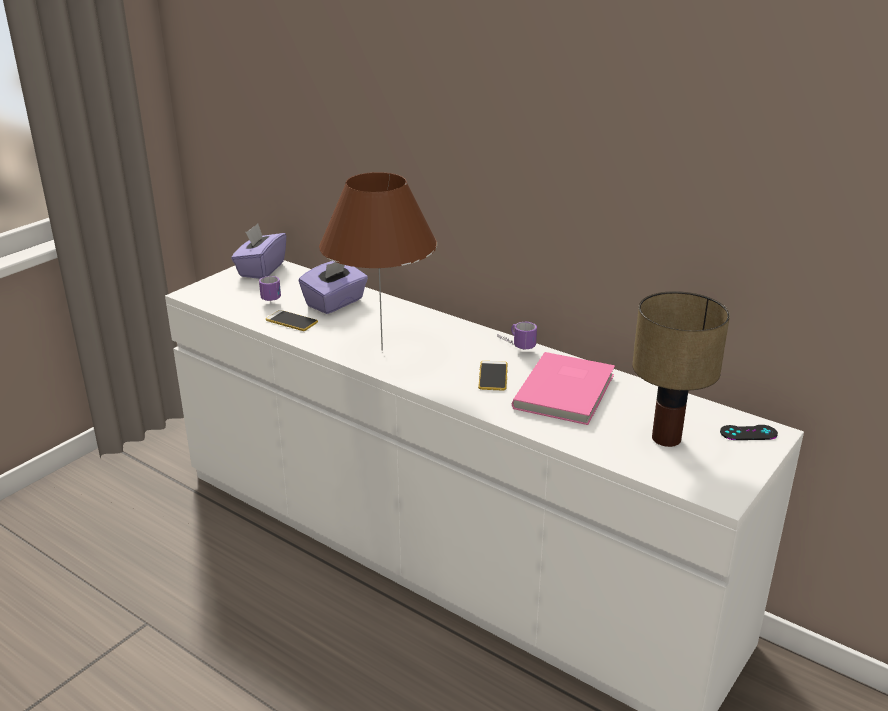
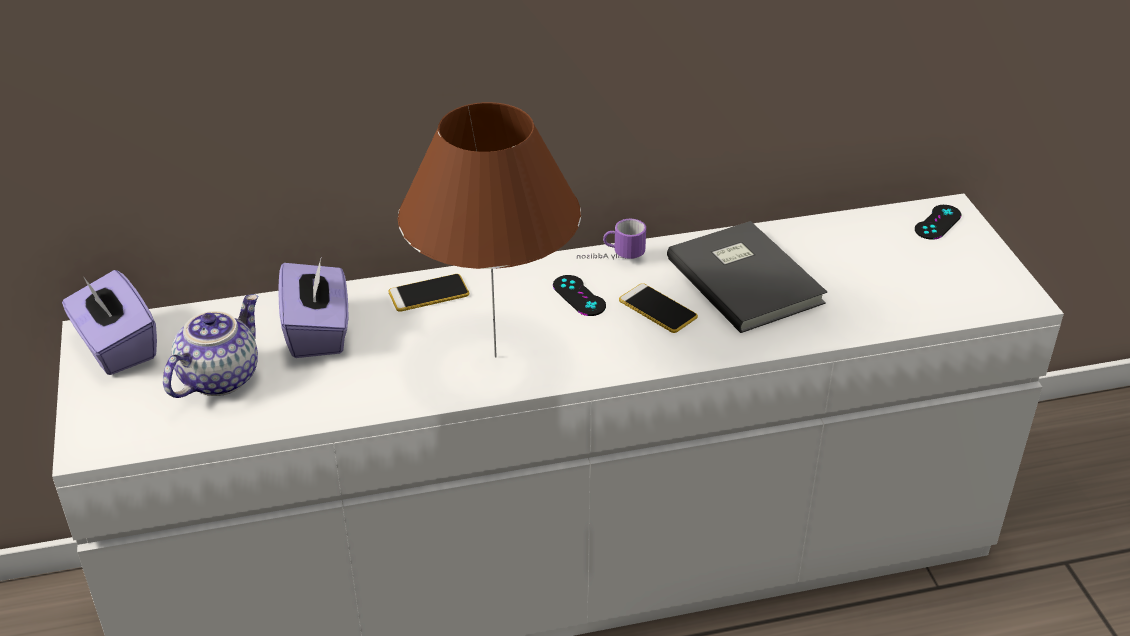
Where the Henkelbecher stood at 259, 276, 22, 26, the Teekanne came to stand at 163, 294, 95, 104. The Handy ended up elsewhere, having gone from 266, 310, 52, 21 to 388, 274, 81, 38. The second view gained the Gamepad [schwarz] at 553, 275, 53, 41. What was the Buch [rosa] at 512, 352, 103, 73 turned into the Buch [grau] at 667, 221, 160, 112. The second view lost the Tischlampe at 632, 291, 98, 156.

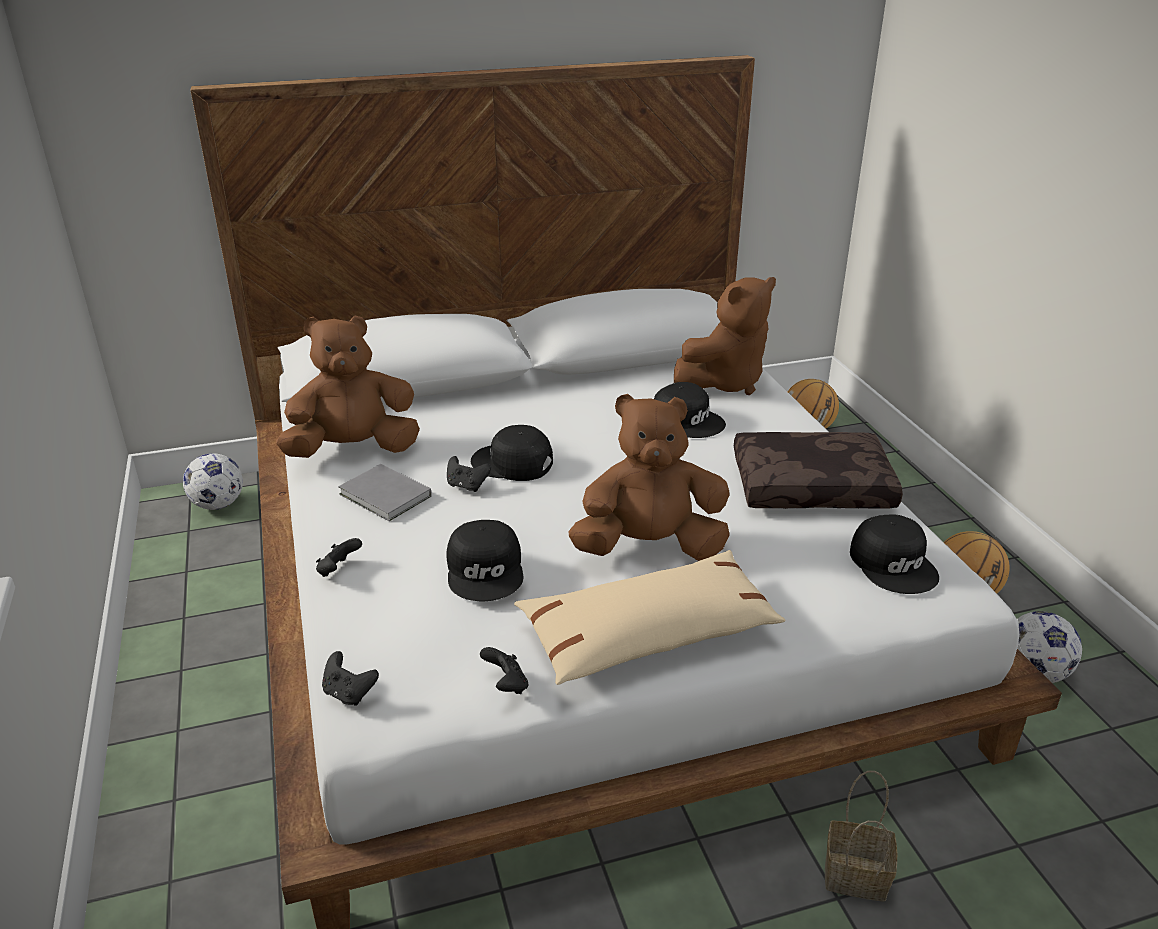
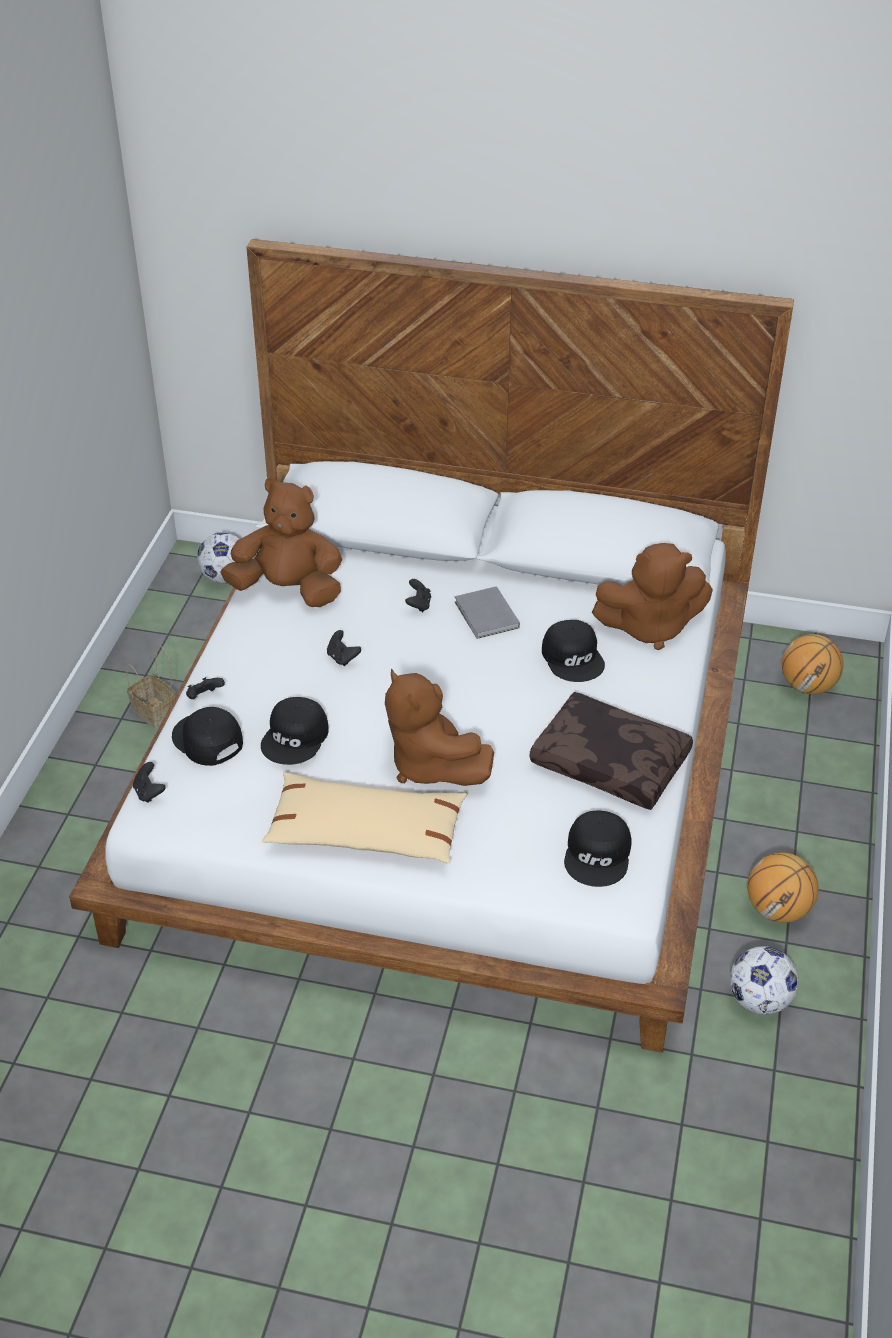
The Korb ended up elsewhere, having gone from 825, 771, 72, 130 to 126, 645, 50, 83. The Kappe [schwarz] ended up elsewhere, having gone from 471, 425, 82, 56 to 172, 707, 71, 59. The Plüschtier [braun] at 569, 394, 161, 167 ended up facing another way, 150 degrees counterclockwise from before. The Gamepad [schwarz] ended up elsewhere, having gone from 480, 647, 48, 47 to 405, 579, 26, 33. The Buch [grau] ended up elsewhere, having gone from 338, 464, 94, 57 to 455, 586, 65, 53.

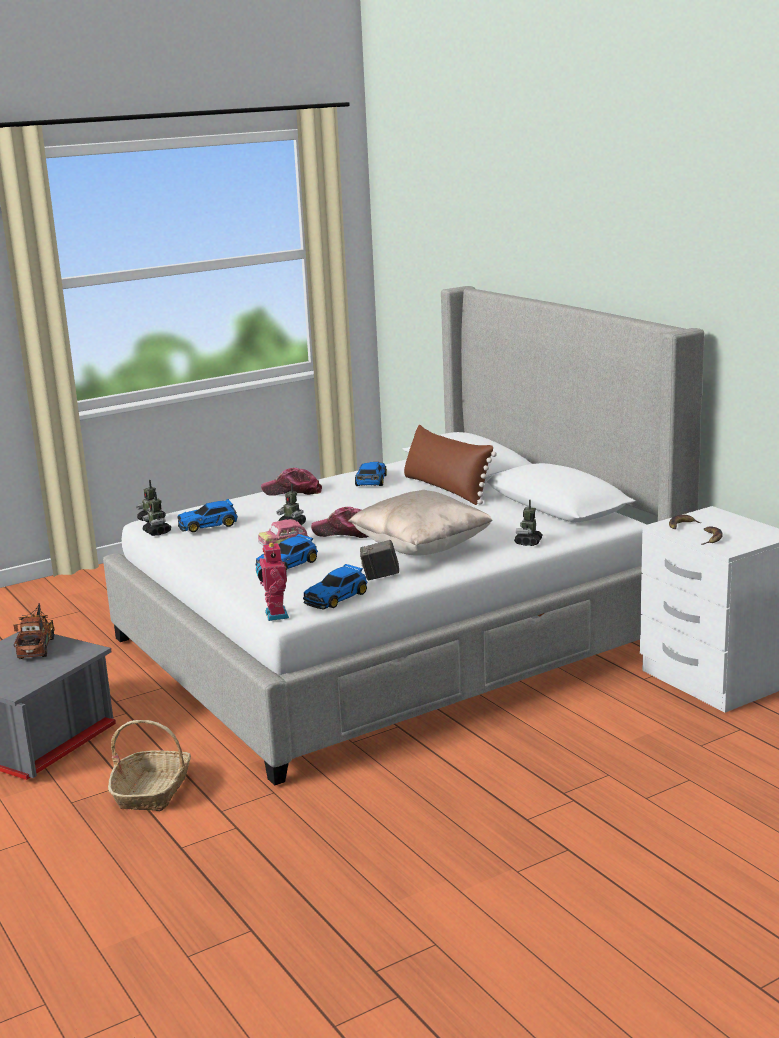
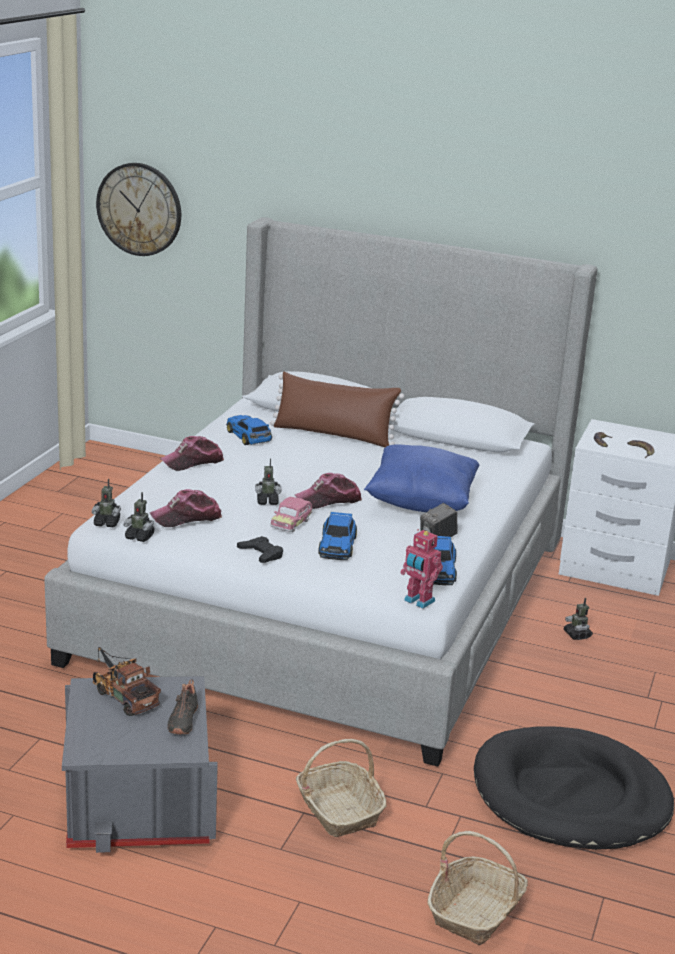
The second view gained the Wanduhr at 96, 163, 85, 93. Where the Spielzeugauto stood at 177, 499, 61, 33, the Kappe came to stand at 150, 489, 72, 38. The second view gained the Schuh [schwarz] at 168, 680, 30, 54. The second view gained the Gamepad [schwarz] at 237, 536, 46, 27. What was the Kissen [beige] at 348, 490, 145, 66 turned into the Kissen [blau] at 364, 444, 115, 68. The second view gained the Korb at 428, 831, 100, 114. The second view gained the Hundebett [schwarz] at 474, 726, 200, 124. The Spielzeugroboter ended up elsewhere, having gone from 514, 500, 29, 46 to 564, 598, 29, 42.

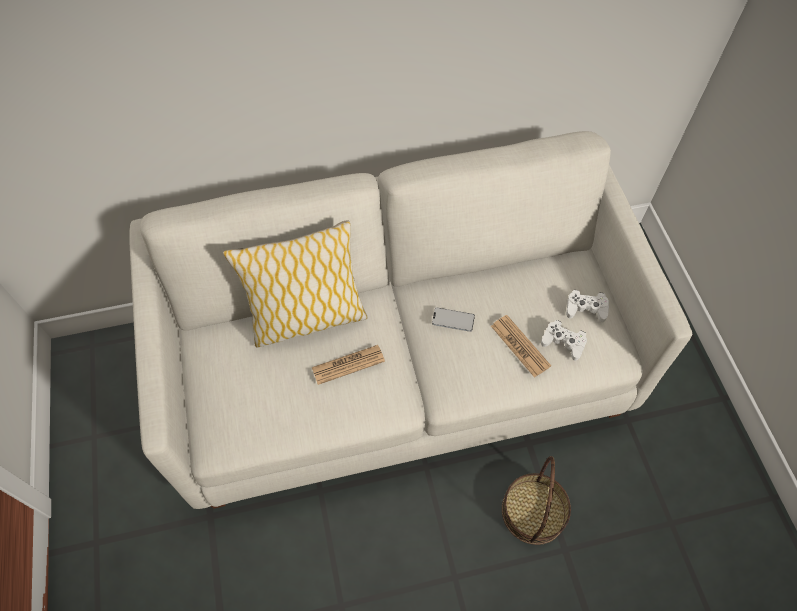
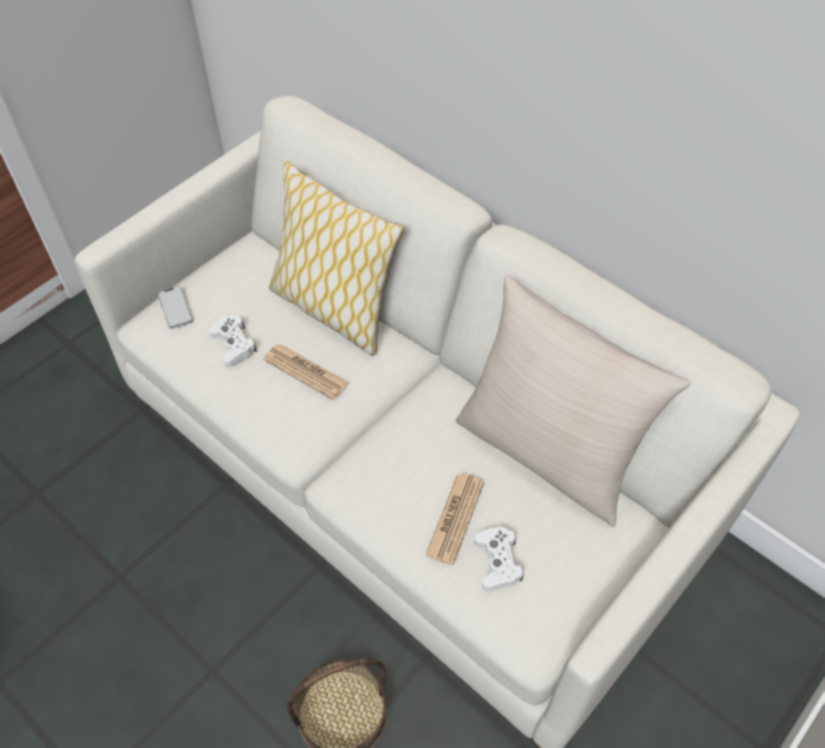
The Handy ended up elsewhere, having gone from 432, 307, 43, 25 to 158, 286, 35, 43. The Gamepad [weiß] ended up elsewhere, having gone from 566, 290, 43, 32 to 209, 315, 48, 52. The second view gained the Kissen [beige] at 456, 275, 235, 252.

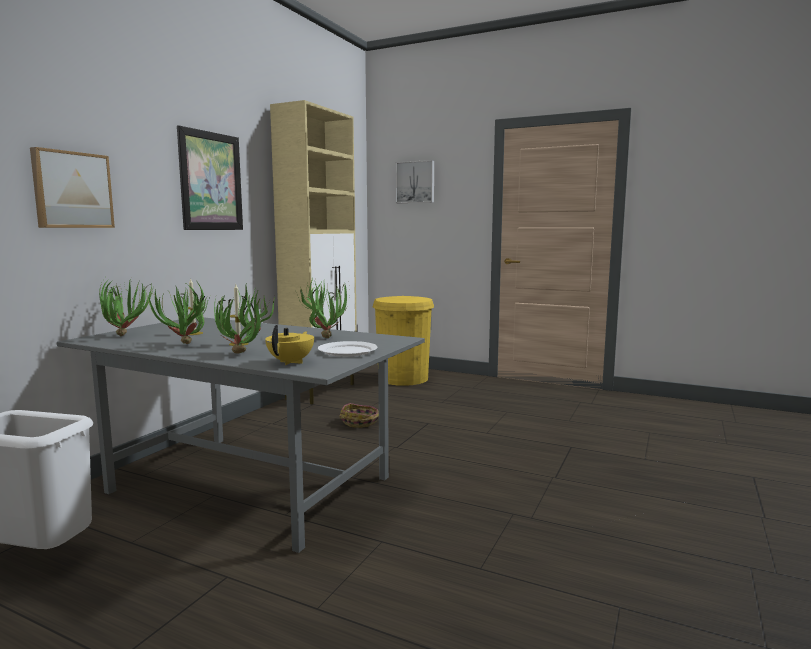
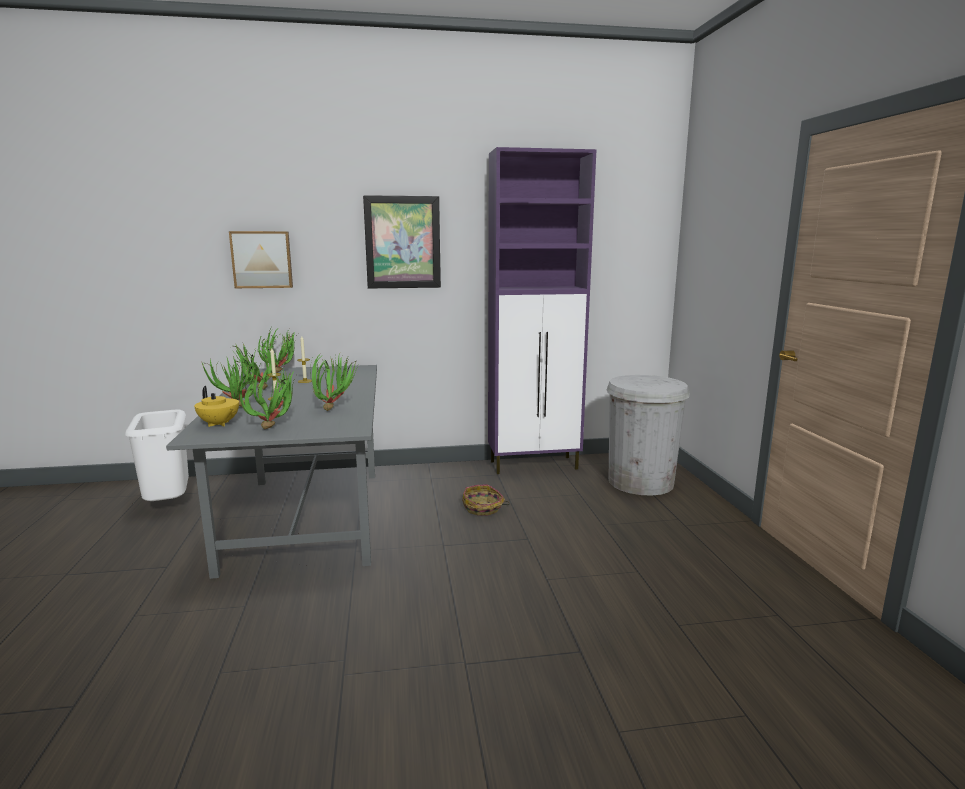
The Teekanne [gelb] at 265, 325, 49, 40 ended up facing another way, 60 degrees clockwise from before. Where the Teller [weiß] stood at 318, 341, 59, 16, the Topfpflanze came to stand at 240, 364, 56, 65. What was the Schrank [beige] at 270, 100, 87, 304 turned into the Schrank [lila] at 488, 147, 109, 327. What was the Mülleimer [gelb] at 373, 296, 61, 90 turned into the Mülleimer [weiß] at 606, 375, 84, 121. The second view lost the Bild at 396, 160, 38, 43.

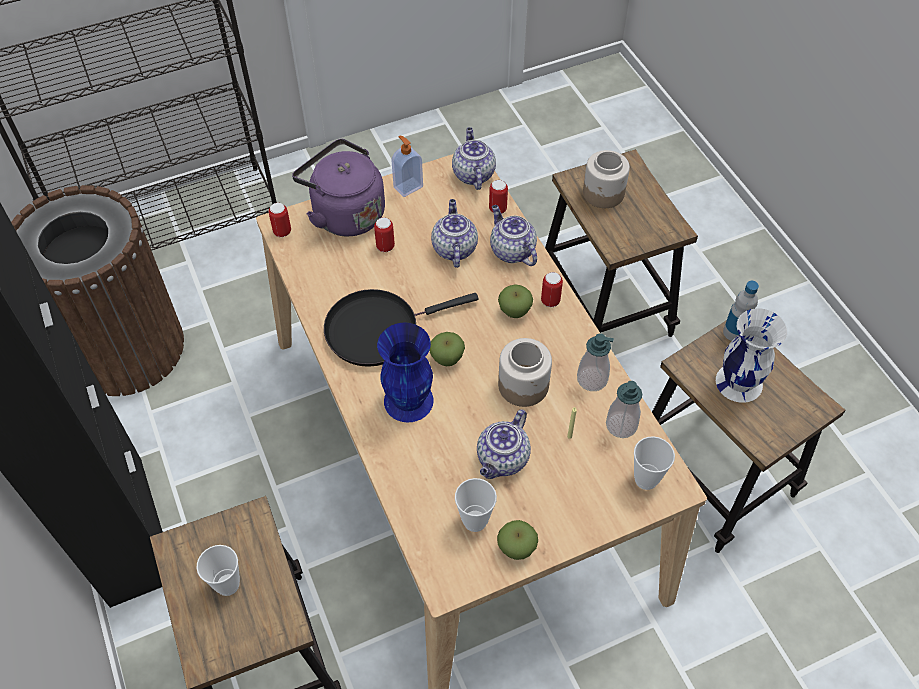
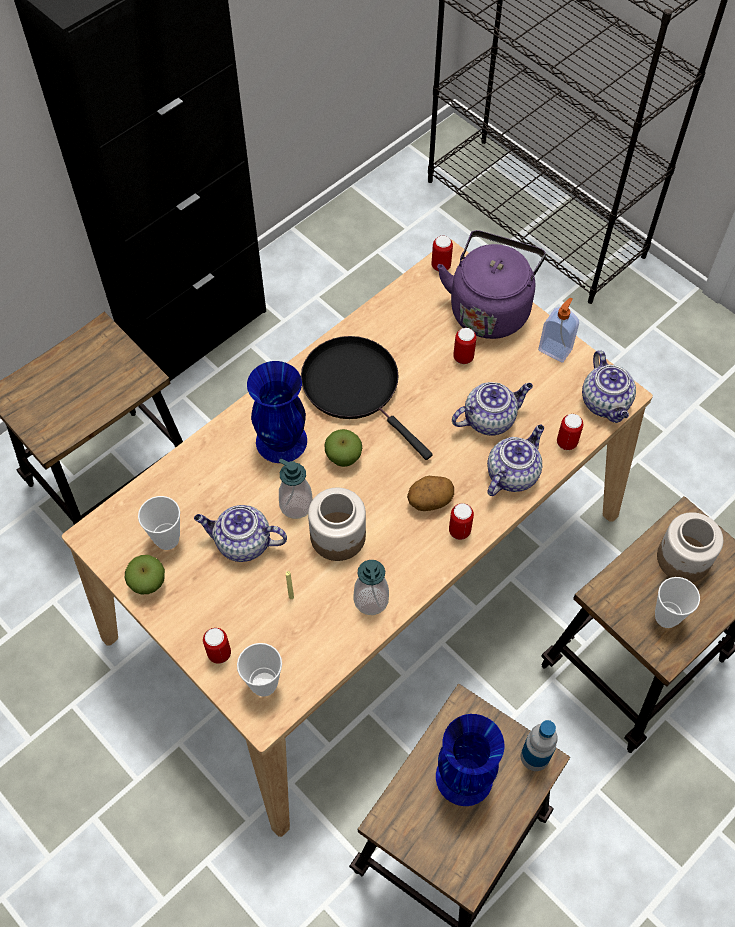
The second view gained the Dose at 203, 628, 28, 36. The Seifenspender ended up elsewhere, having gone from 606, 381, 36, 57 to 279, 459, 34, 60. Where the Apfel stood at 498, 284, 35, 34, the Kartoffel came to stand at 407, 476, 47, 35. What was the Vase [weiß] at 716, 308, 71, 95 turned into the Vase [blau] at 436, 714, 68, 92. The Teekanne at 452, 127, 44, 63 ended up facing another way, 105 degrees clockwise from before. The Tasse ended up elsewhere, having gone from 197, 545, 43, 51 to 655, 577, 45, 51. The second view lost the Mülleimer [braun] at 11, 185, 173, 211.

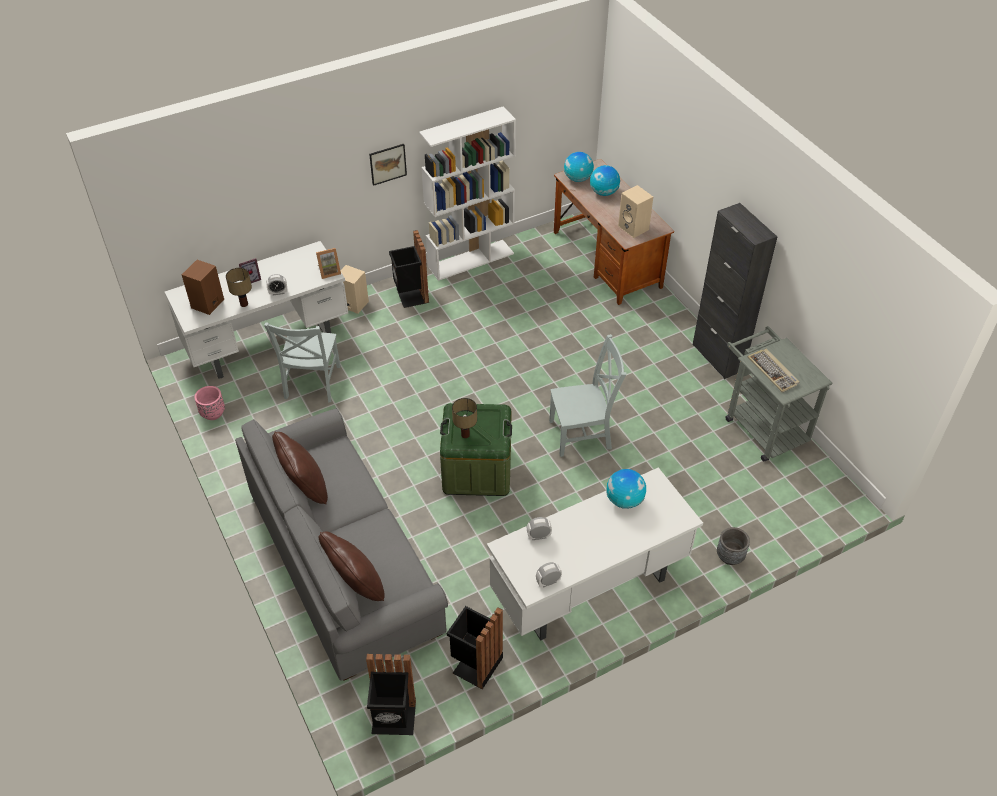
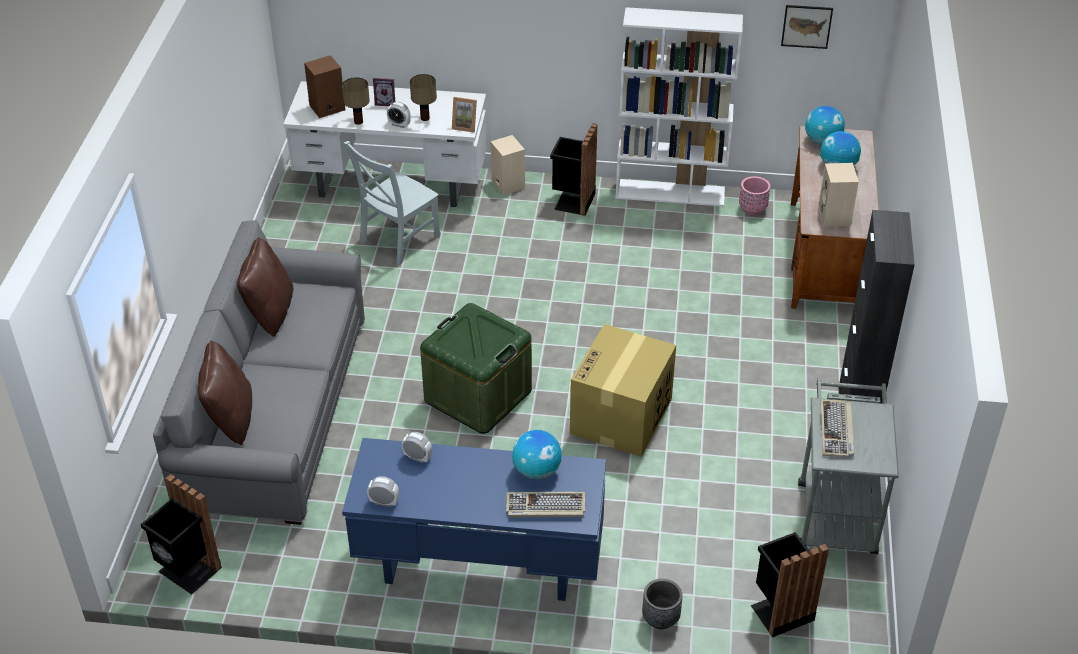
What was the Schreibtisch [weiß] at 487, 467, 216, 174 turned into the Schreibtisch [blau] at 342, 438, 264, 163. The Tischlampe ended up elsewhere, having gone from 452, 398, 25, 40 to 410, 74, 27, 47. The second view gained the Tastatur at 506, 492, 79, 26. Where the Stuhl [grau] stood at 549, 334, 77, 123, the Karton came to stand at 570, 324, 106, 133. The Pflanzkübel [rosa] ended up elsewhere, having gone from 194, 386, 31, 34 to 739, 176, 31, 40. The Mülleimer [schwarz] ended up elsewhere, having gone from 447, 606, 56, 83 to 751, 532, 78, 105. The Bild ended up elsewhere, having gone from 369, 144, 38, 42 to 781, 5, 52, 44.

